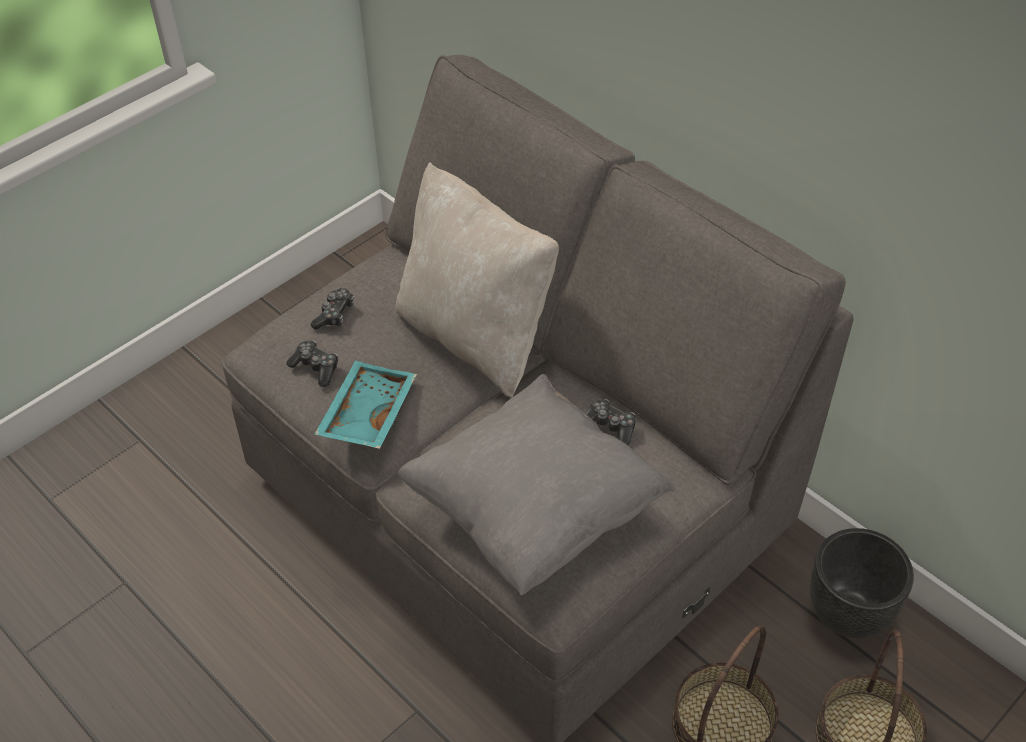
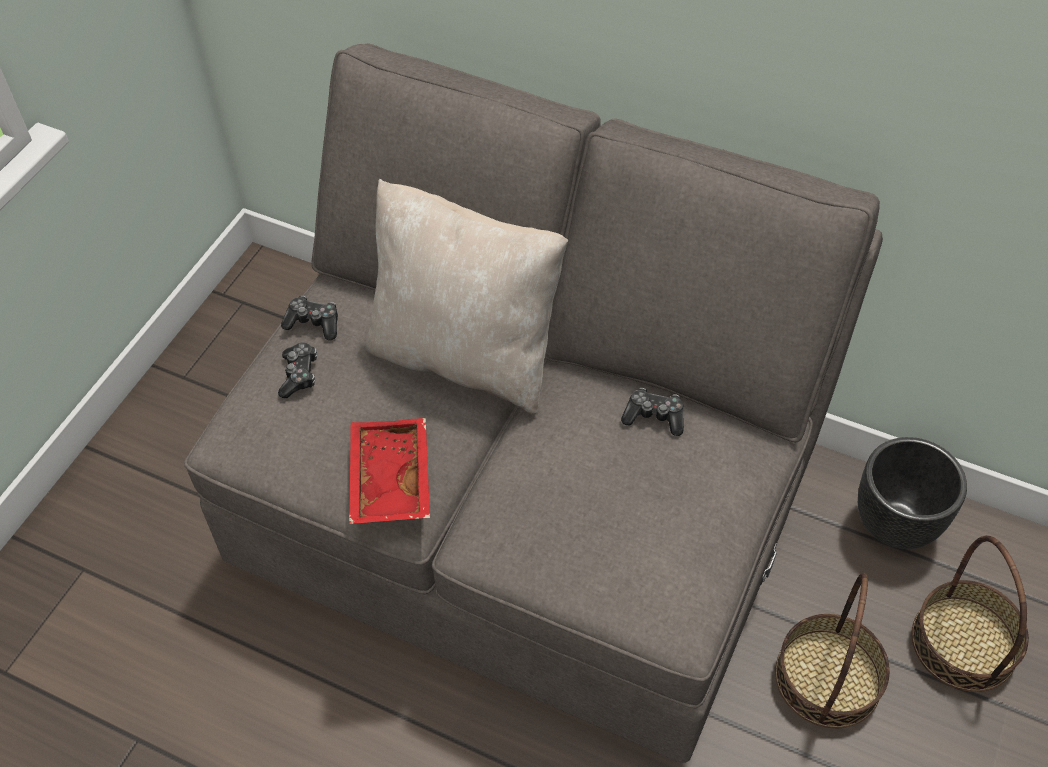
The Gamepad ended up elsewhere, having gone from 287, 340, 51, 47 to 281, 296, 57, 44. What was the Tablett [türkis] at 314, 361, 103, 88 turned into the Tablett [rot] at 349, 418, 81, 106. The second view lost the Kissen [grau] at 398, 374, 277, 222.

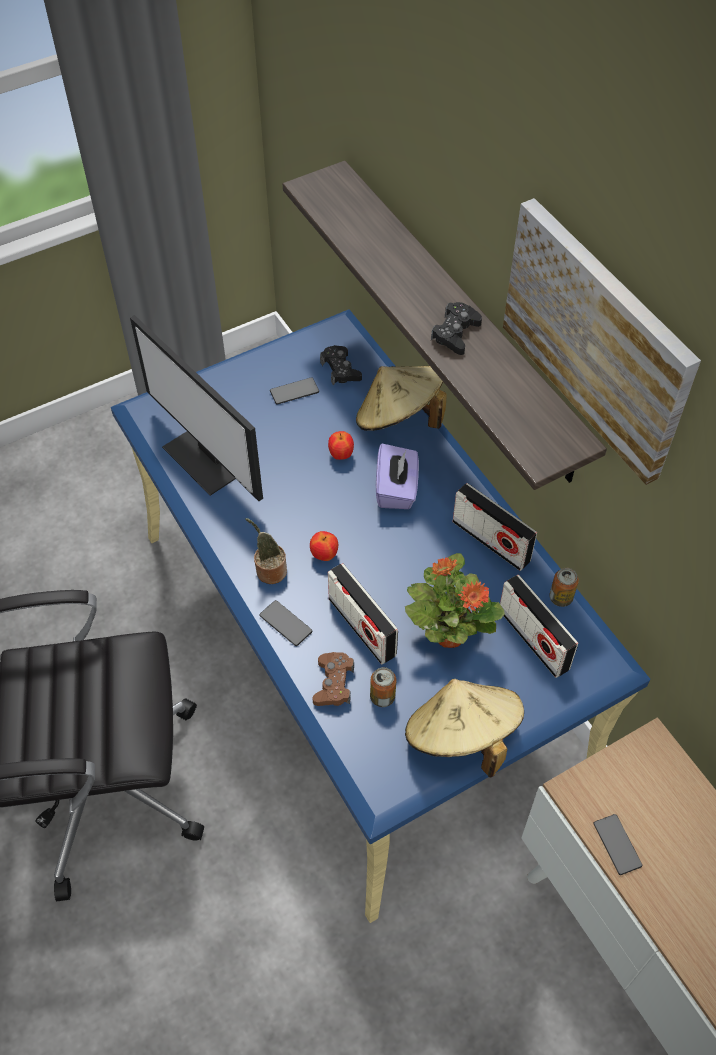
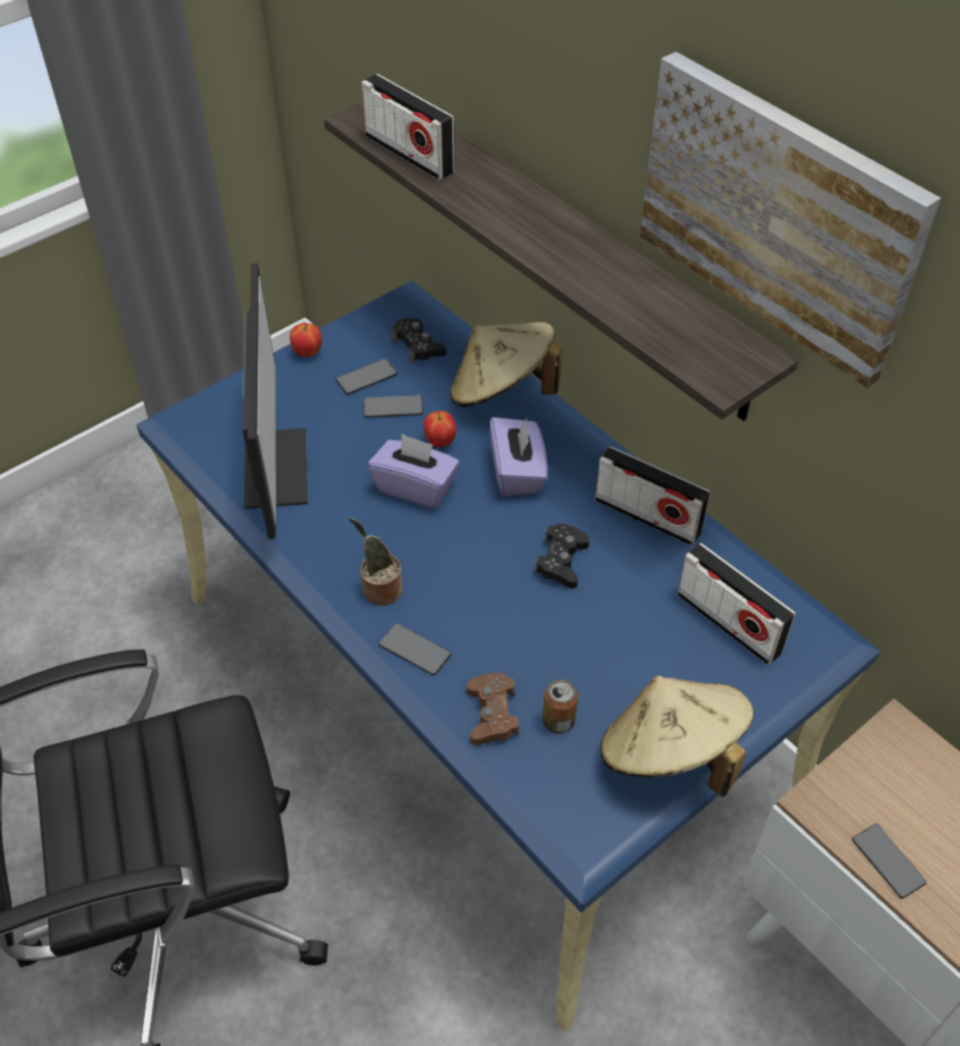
The Monitor at 130, 315, 133, 186 ended up facing another way, 135 degrees counterclockwise from before. The Apfel ended up elsewhere, having gone from 310, 531, 28, 30 to 290, 323, 32, 34. The Radio ended up elsewhere, having gone from 328, 563, 70, 102 to 362, 74, 93, 106. The second view gained the Handy at 364, 395, 59, 23. The second view gained the Taschentuchbox [lila] at 368, 434, 92, 75. The Gamepad [schwarz] ended up elsewhere, having gone from 431, 302, 51, 53 to 535, 524, 54, 64. The second view lost the Topfpflanze at 405, 553, 100, 95. The second view lost the Dose at 549, 568, 30, 39.

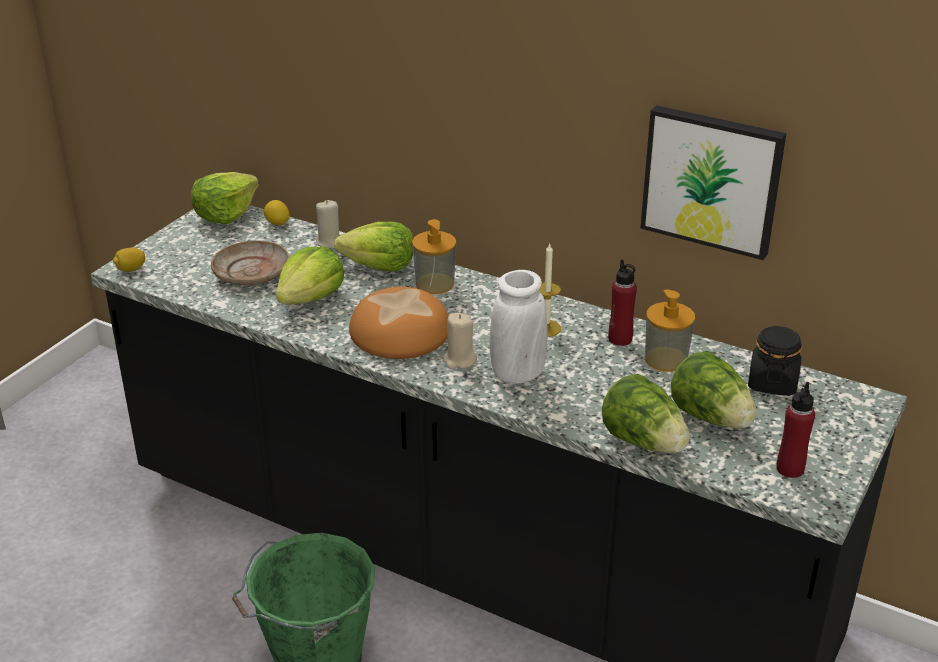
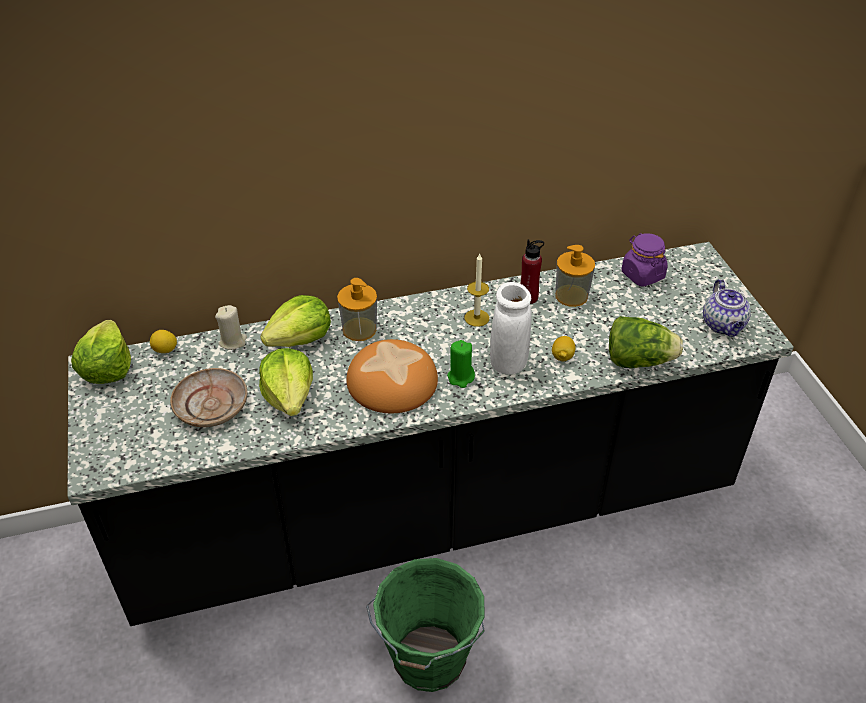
What was the Kerze [beige] at 443, 313, 34, 56 turned into the Kerze [grün] at 447, 340, 28, 48. The Zitrone ended up elsewhere, having gone from 113, 247, 32, 25 to 552, 336, 24, 25. What was the Vorratsglas [schwarz] at 748, 326, 54, 70 turned into the Vorratsglas [lila] at 622, 233, 46, 54. Where the Flasche [rot] stood at 776, 382, 39, 96, the Teekanne came to stand at 703, 279, 48, 58. The second view lost the Bild at 640, 105, 146, 155. The second view lost the Salatkopf at 671, 351, 86, 78.

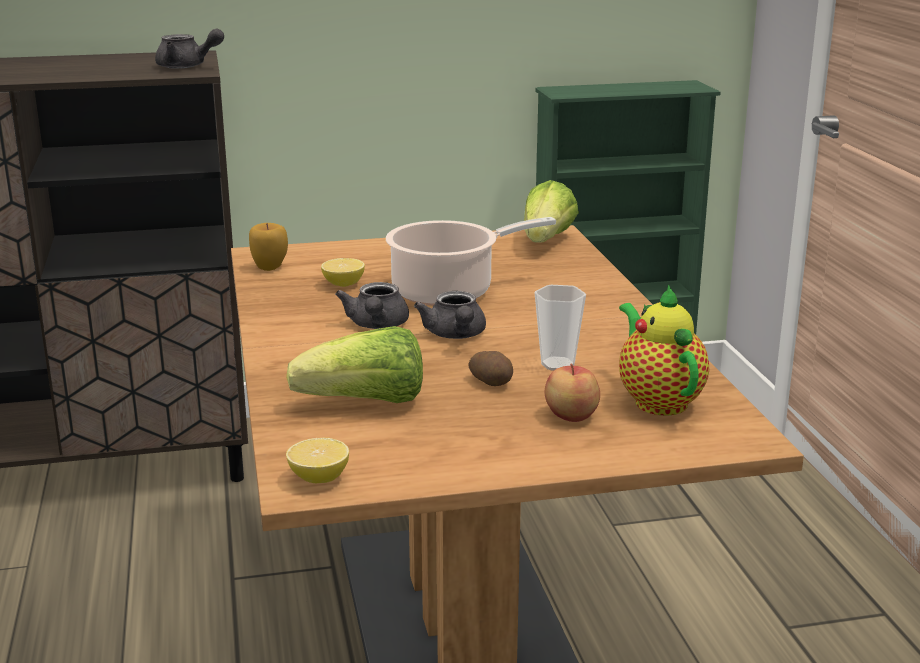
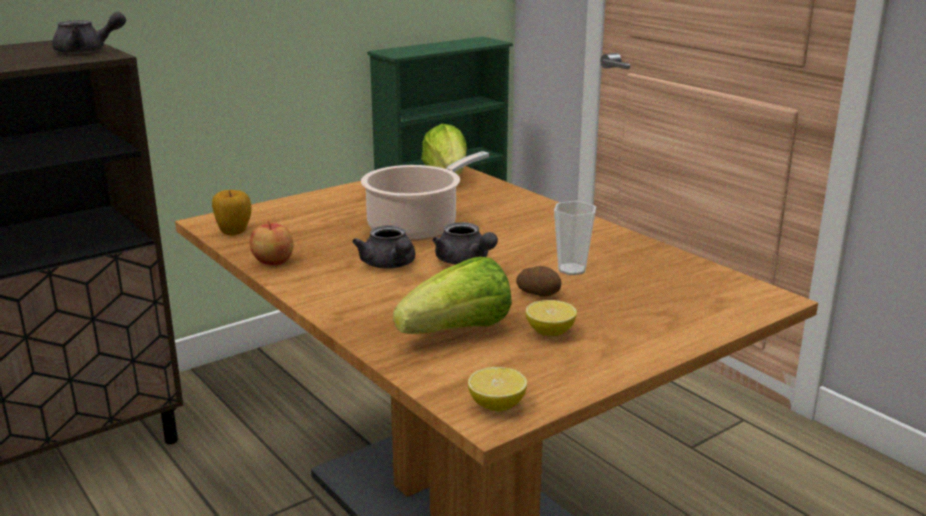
The Apfel ended up elsewhere, having gone from 545, 364, 55, 58 to 250, 221, 44, 44. The Zitrone ended up elsewhere, having gone from 321, 258, 44, 29 to 525, 300, 52, 36. The second view lost the Teekanne at 619, 284, 90, 132.

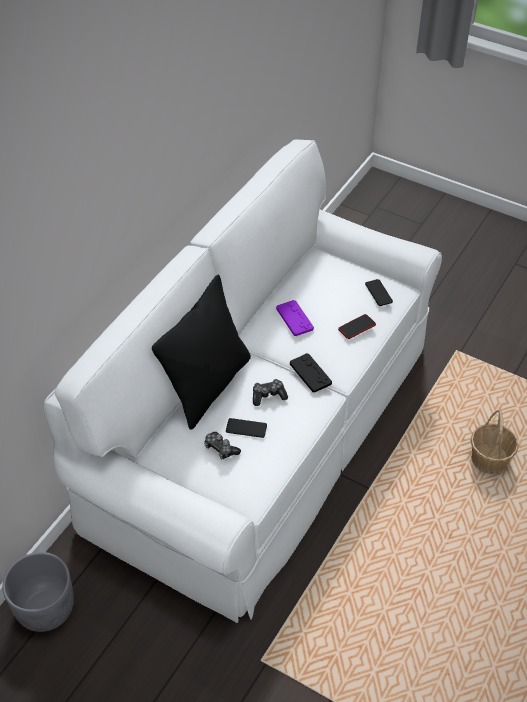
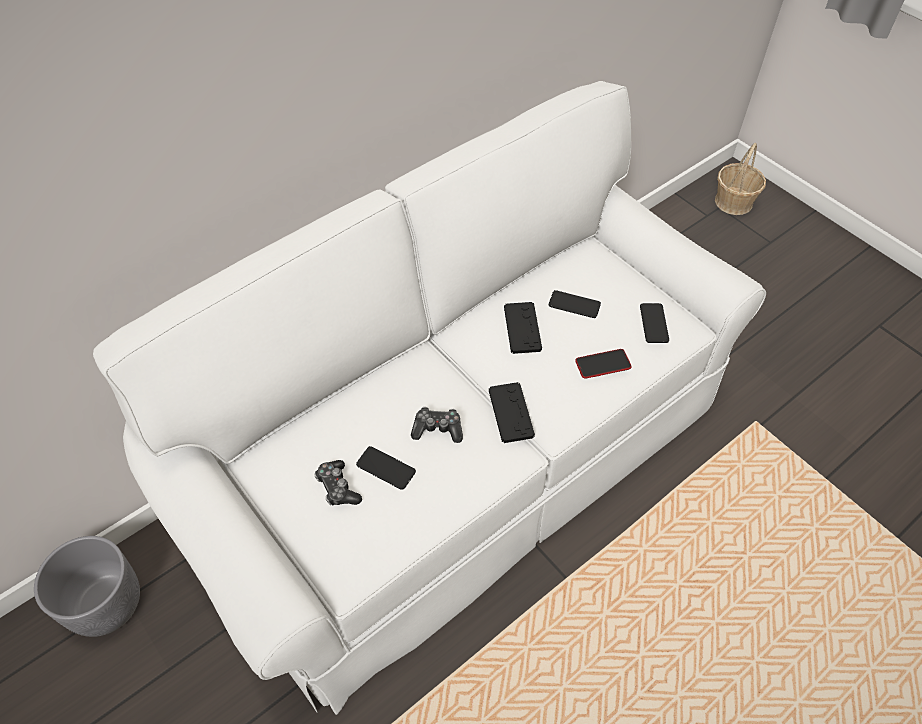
What was the Gamepad [lila] at 276, 300, 38, 36 turned into the Gamepad [schwarz] at 504, 302, 38, 52. The second view gained the Handy at 549, 290, 52, 28. The Korb ended up elsewhere, having gone from 471, 410, 48, 64 to 715, 143, 51, 72. The second view lost the Kissen [schwarz] at 152, 274, 99, 156.

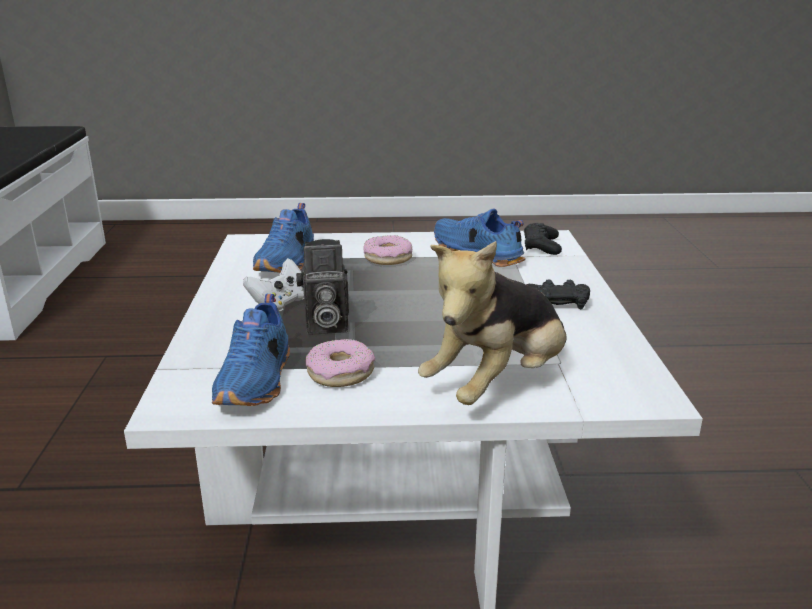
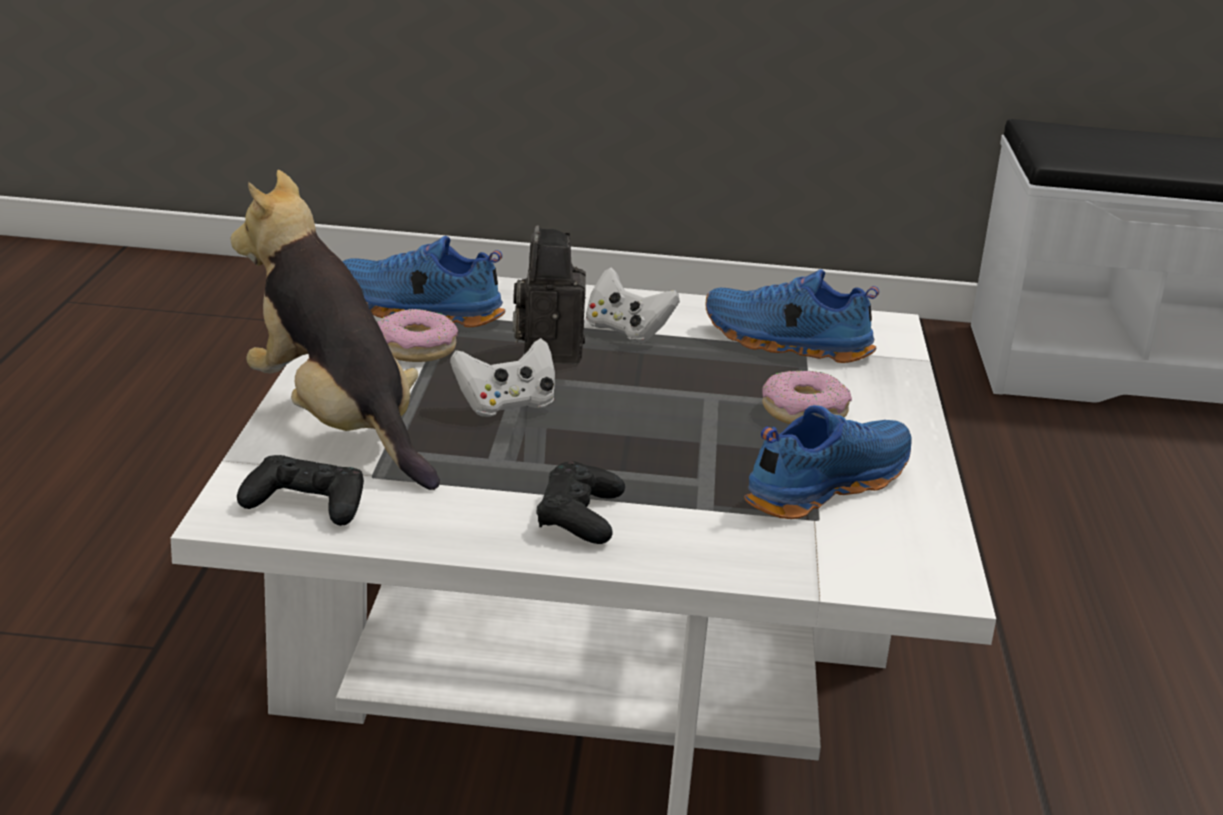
The Gamepad [schwarz] ended up elsewhere, having gone from 524, 223, 38, 32 to 237, 455, 127, 71. The second view gained the Gamepad [weiß] at 450, 338, 105, 79.

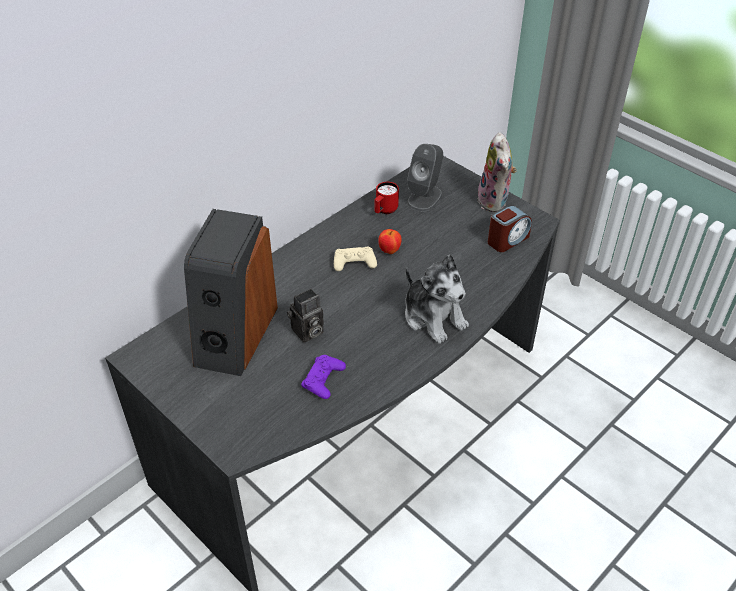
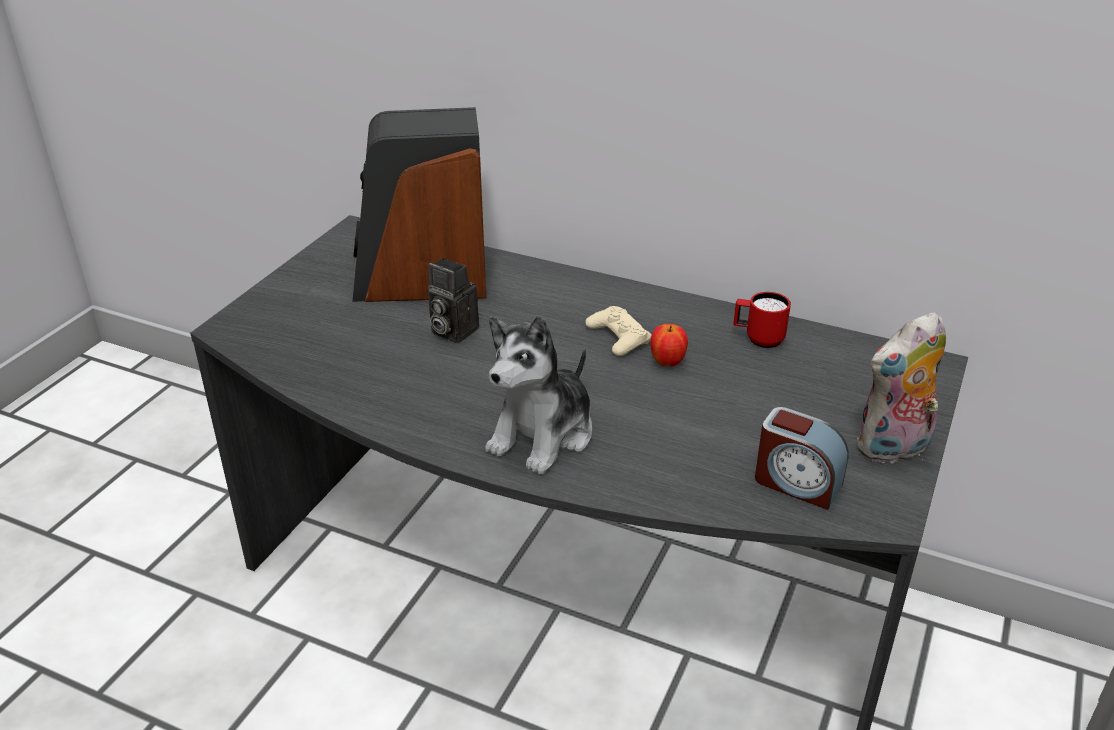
The second view lost the Gamepad [lila] at 301, 355, 45, 44. The second view lost the Lautsprecher [grau] at 407, 144, 36, 68.

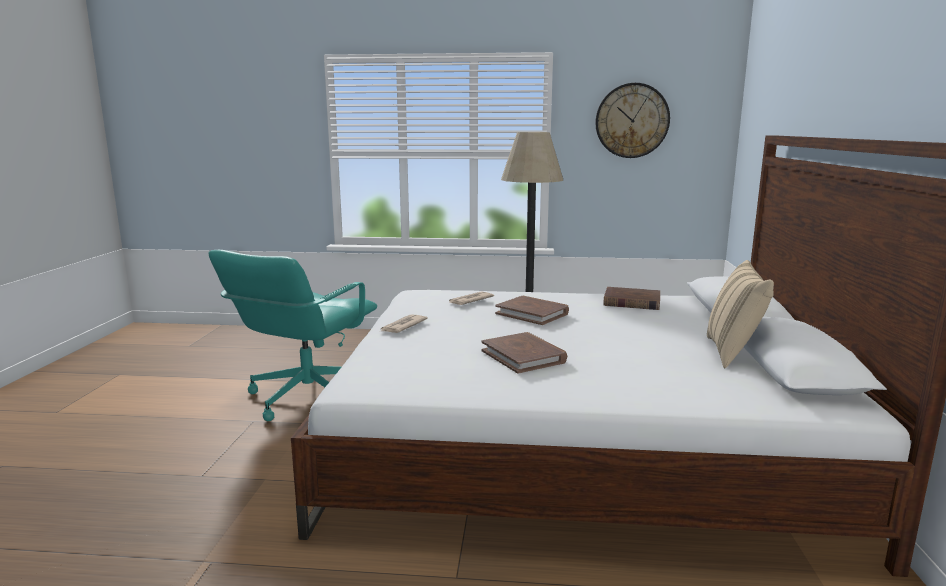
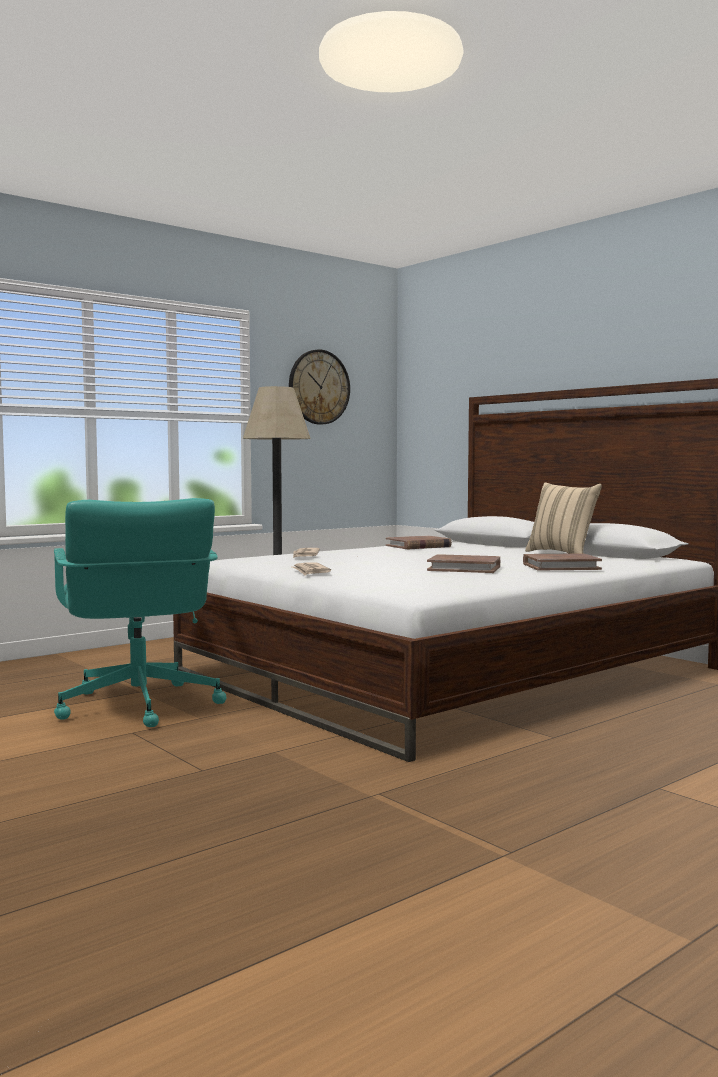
The Buch [braun] ended up elsewhere, having gone from 495, 296, 74, 29 to 523, 553, 79, 17.

